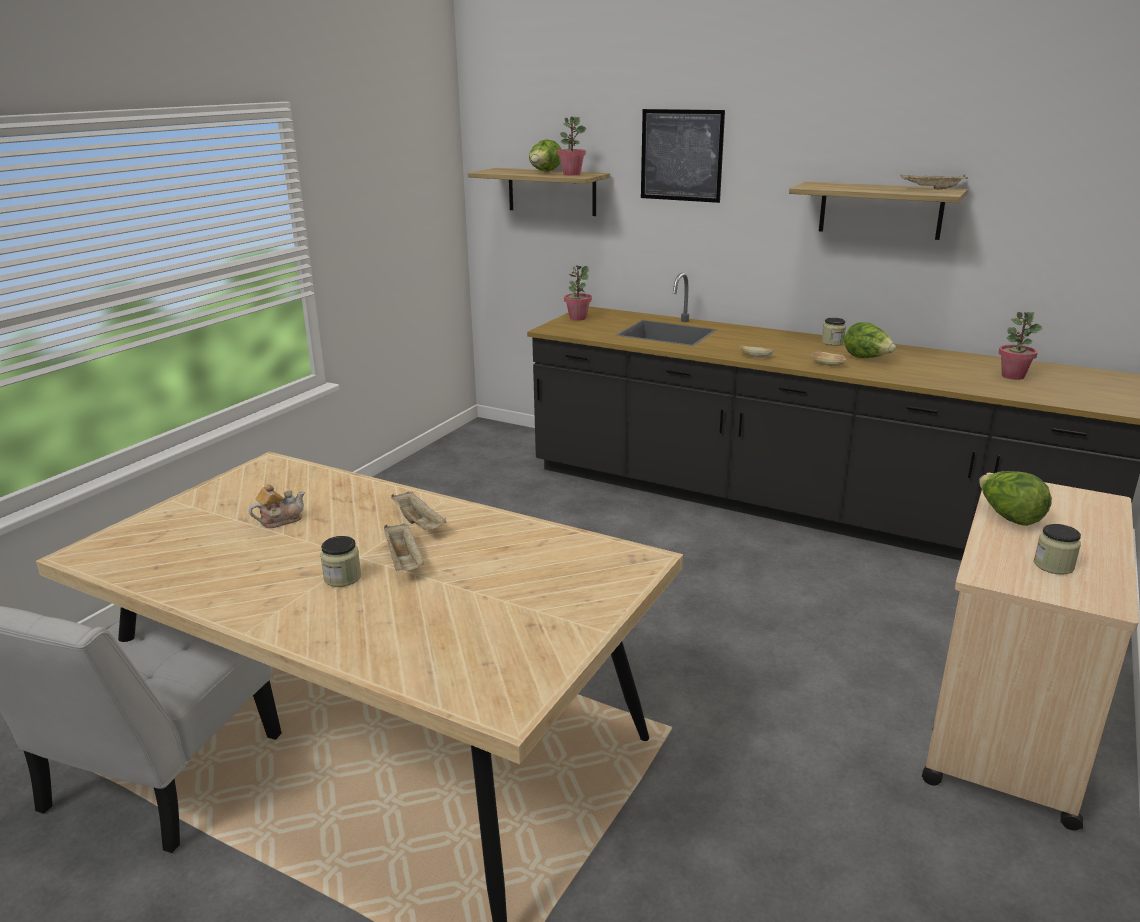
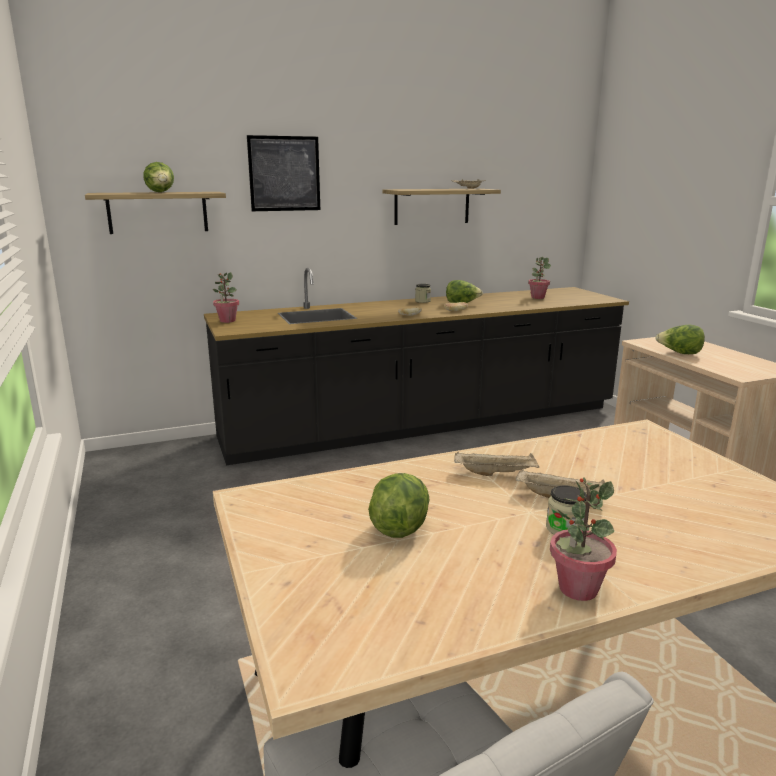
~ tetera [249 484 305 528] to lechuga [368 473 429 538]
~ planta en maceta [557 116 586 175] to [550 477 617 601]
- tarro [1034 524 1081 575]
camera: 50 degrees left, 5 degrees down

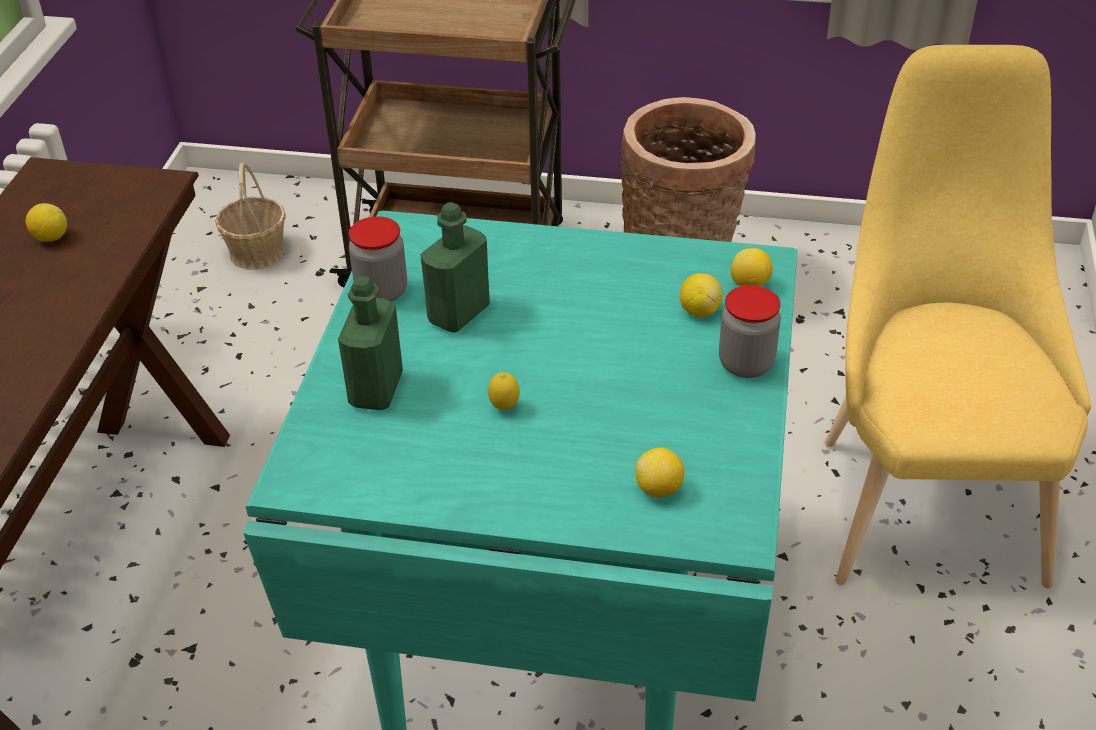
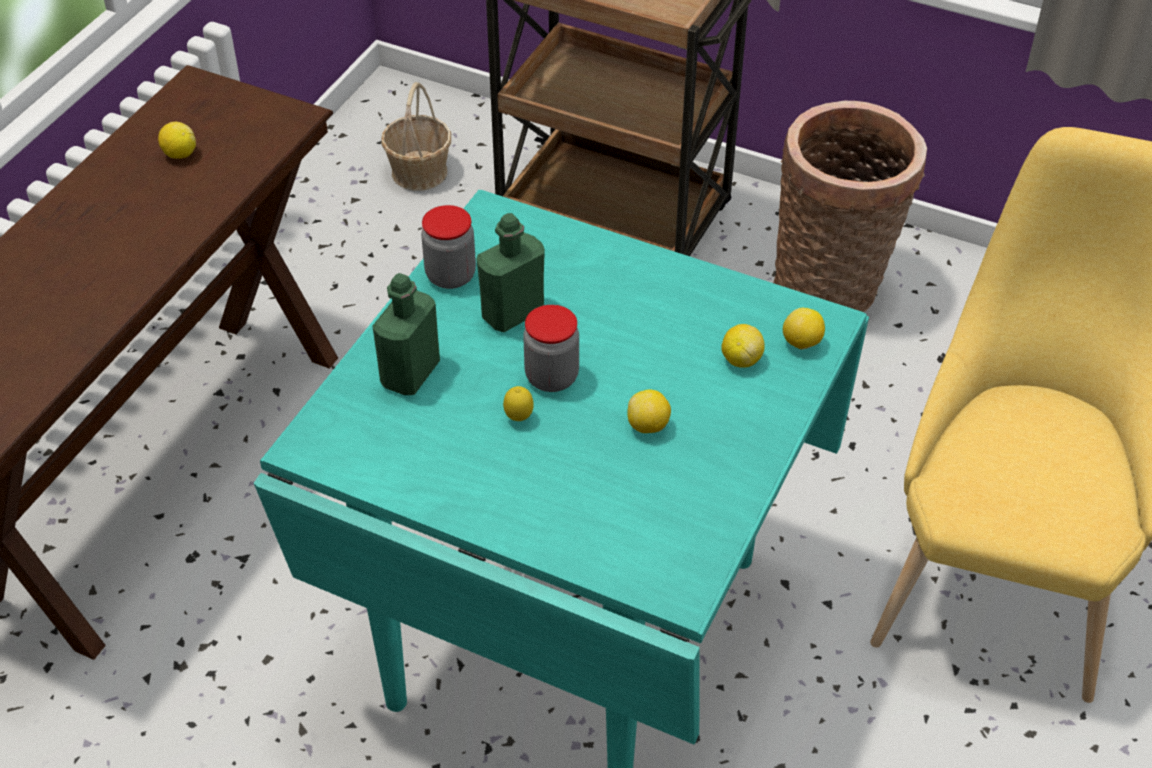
~ limón [635 448 685 497] to [627 389 671 433]
~ tarro [719 285 781 378] to [523 305 579 392]
camera: 15 degrees right, 5 degrees up

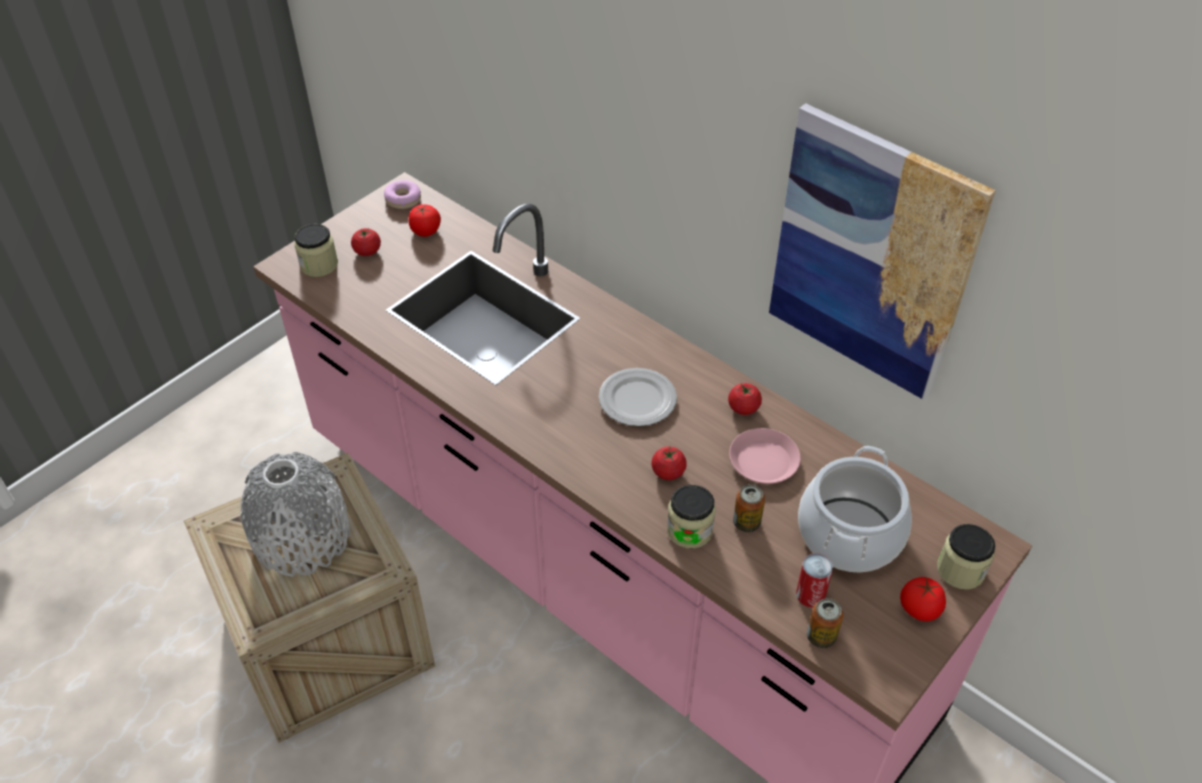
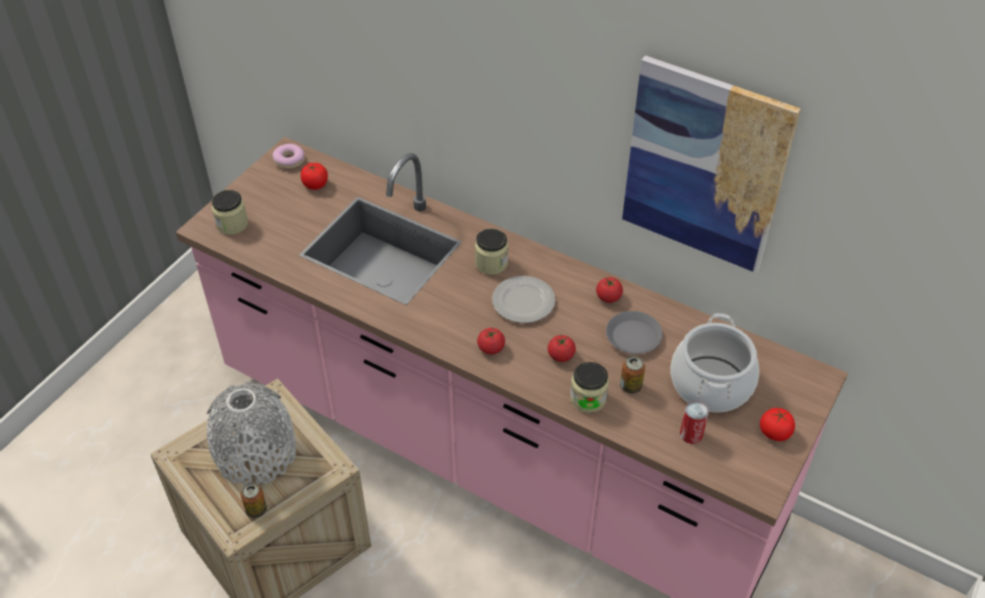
~ tomate [351 228 381 256] to [477 327 505 355]
~ plato/rosa [729 428 801 484] to plato/gris [606 311 663 354]
~ lata [807 598 844 648] to [241 483 267 518]
~ tarro [937 524 995 589] to [475 229 508 275]
camera: 10 degrees left, 0 degrees up

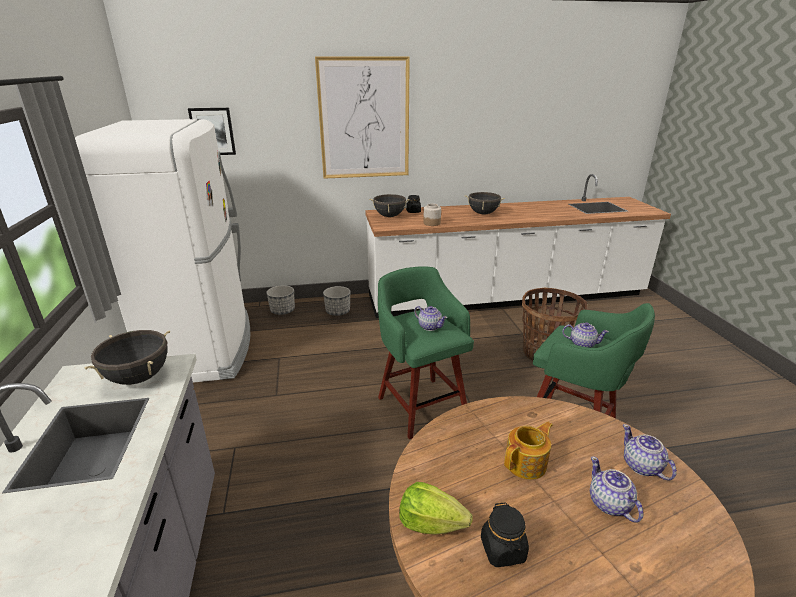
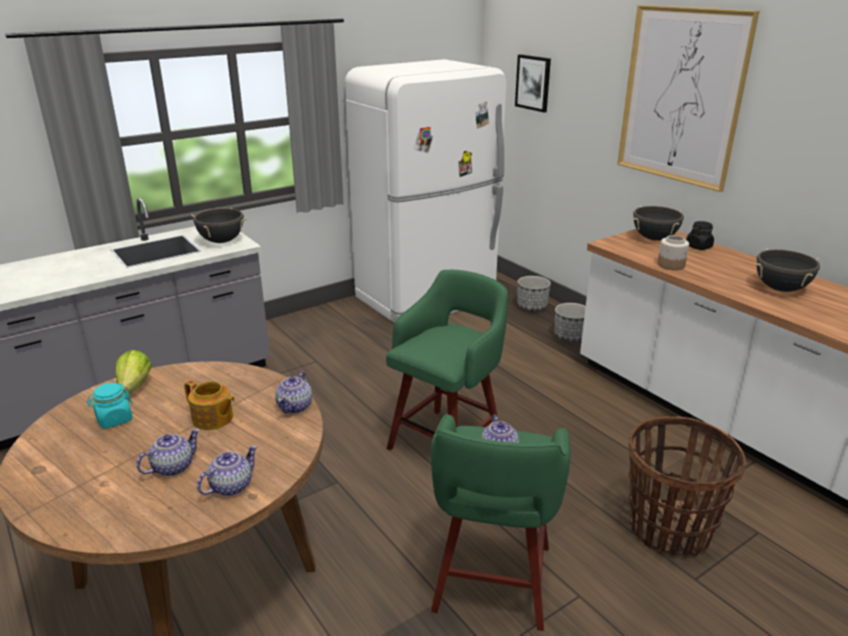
~ tetera [414 306 448 331] to [275 371 312 414]
~ tarro/negro [481 502 529 567] to tarro/turquesa [87 383 133 429]
camera: 65 degrees right, 0 degrees up

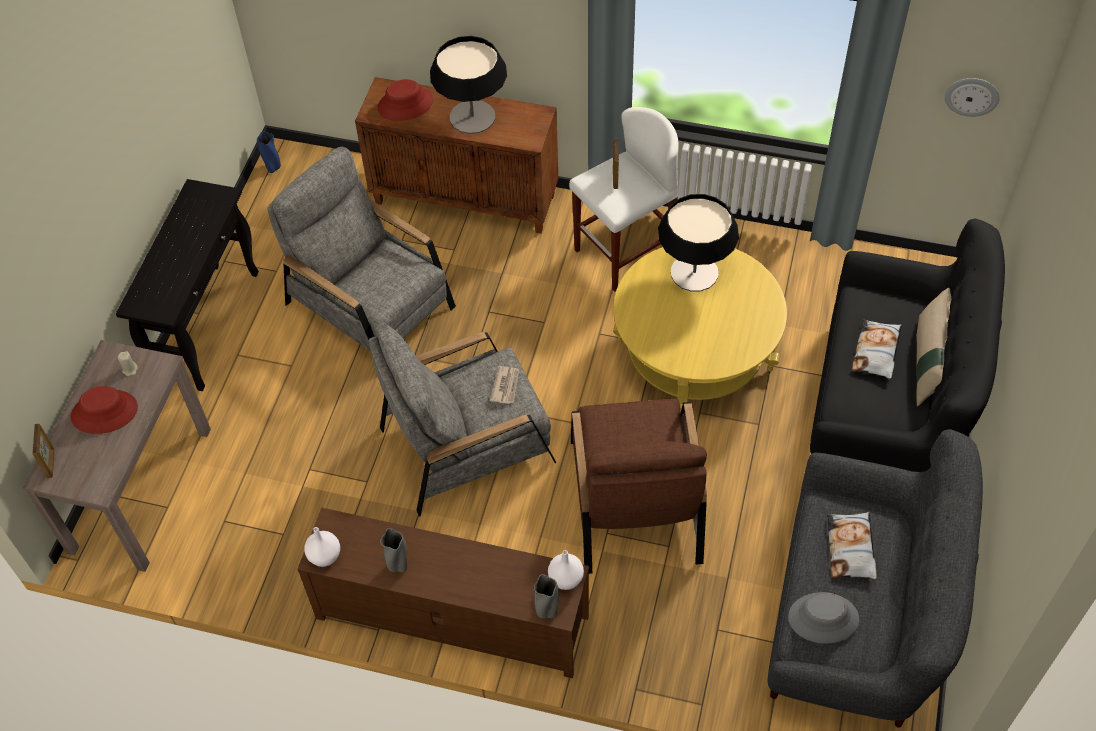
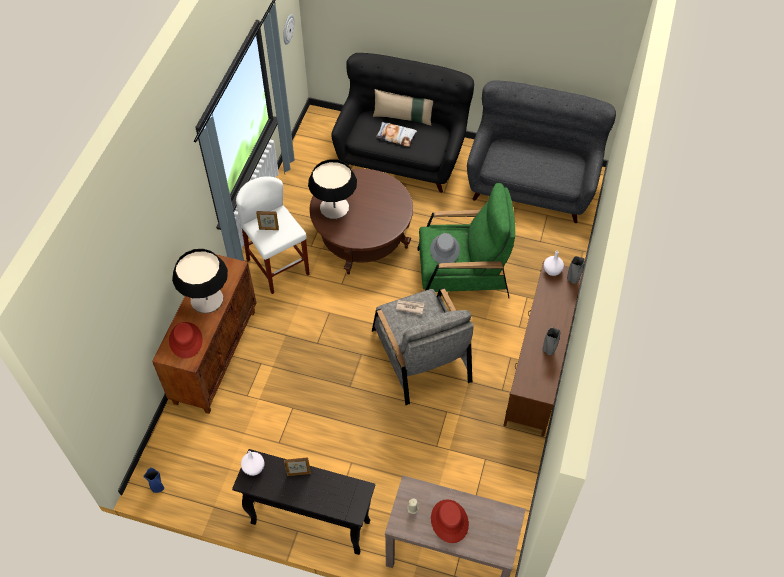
~ portarretratos [33 424 54 478] to [284 458 311 476]
- sillón/gris [267 147 456 351]
~ florero/blanco [304 527 340 567] to [241 451 264 476]
~ sillón/marrón [571 399 707 574] to sillón/verde [417 183 515 298]
~ mesa de centro/amarillo [613 247 787 413] to mesa de centro/marrón [310 169 413 275]
~ sombrero/gris [788 592 859 644] to [430 233 460 264]
- cojín [827 512 877 579]
camera: 90 degrees left, 0 degrees up

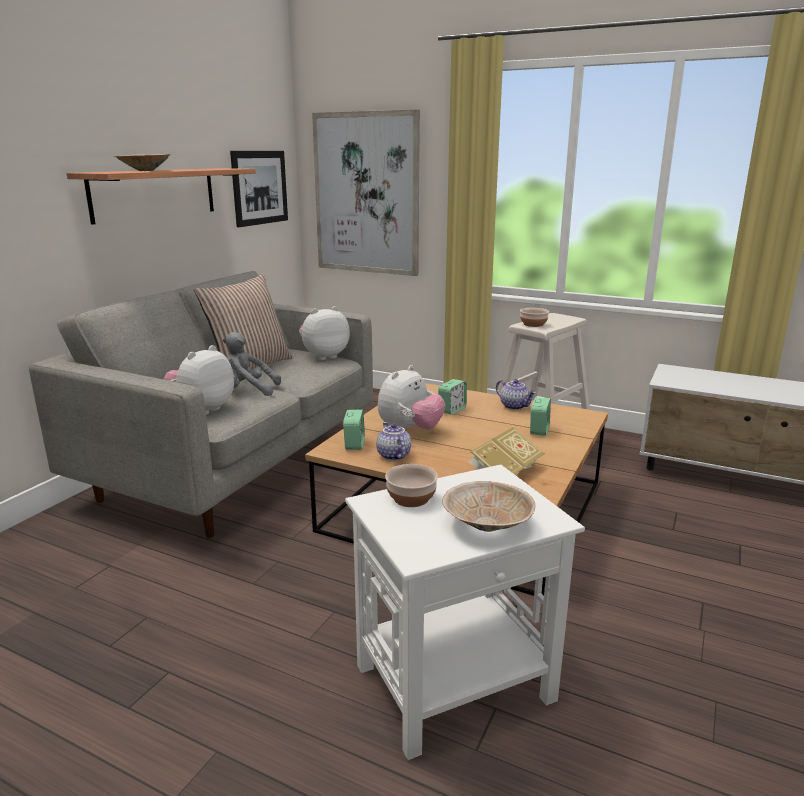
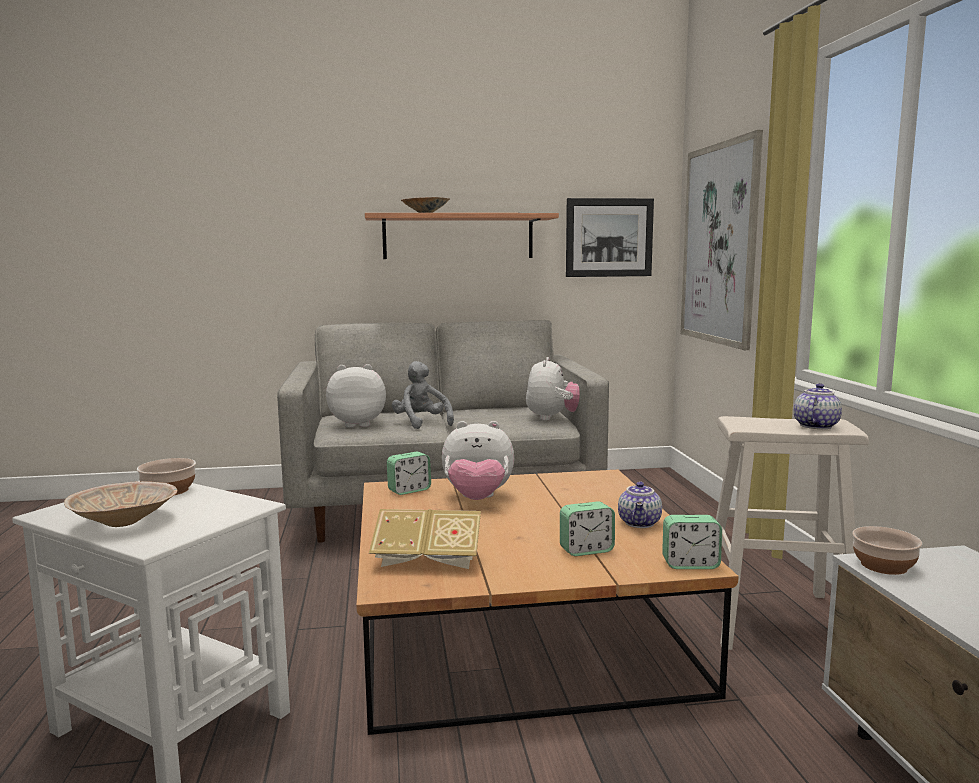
- cojín [194 273 293 370]
~ peluche [299 306 350 360] = [526 357 580 421] 75 degrees clockwise
~ tetera [376 422 411 461] to [794 383 842 429]
~ despertador [438 379 467 415] to [662 515 722 569]
~ cuenco [520 308 549 327] to [852 526 922 575]
camera: 55 degrees right, 10 degrees down

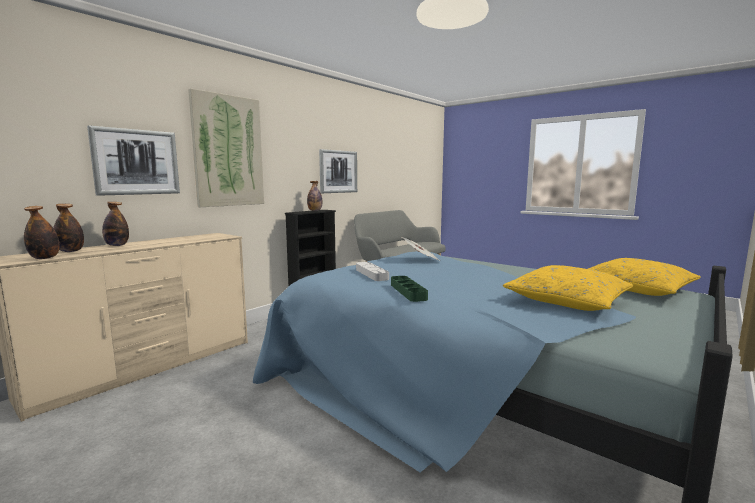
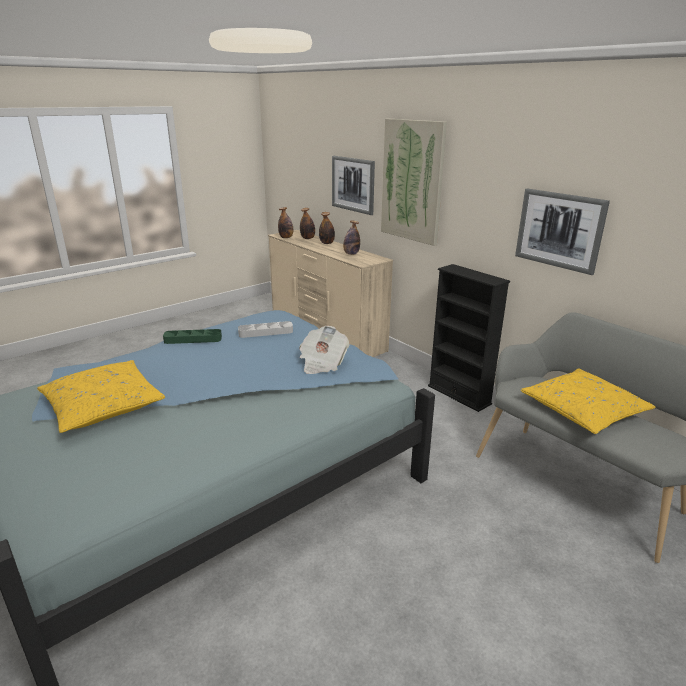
~ botella [307 181 323 211] to [343 221 360 255]
~ cojín/amarillo [588 258 701 296] to [520 369 655 434]
camera: 100 degrees right, 15 degrees up

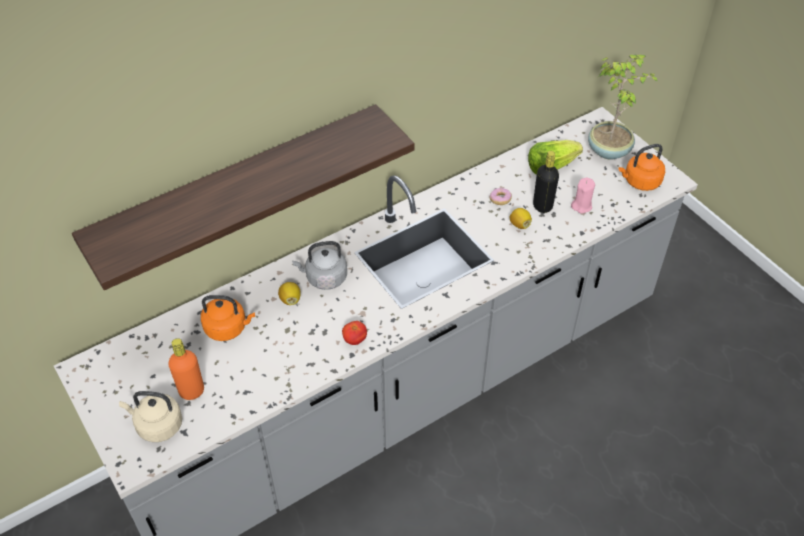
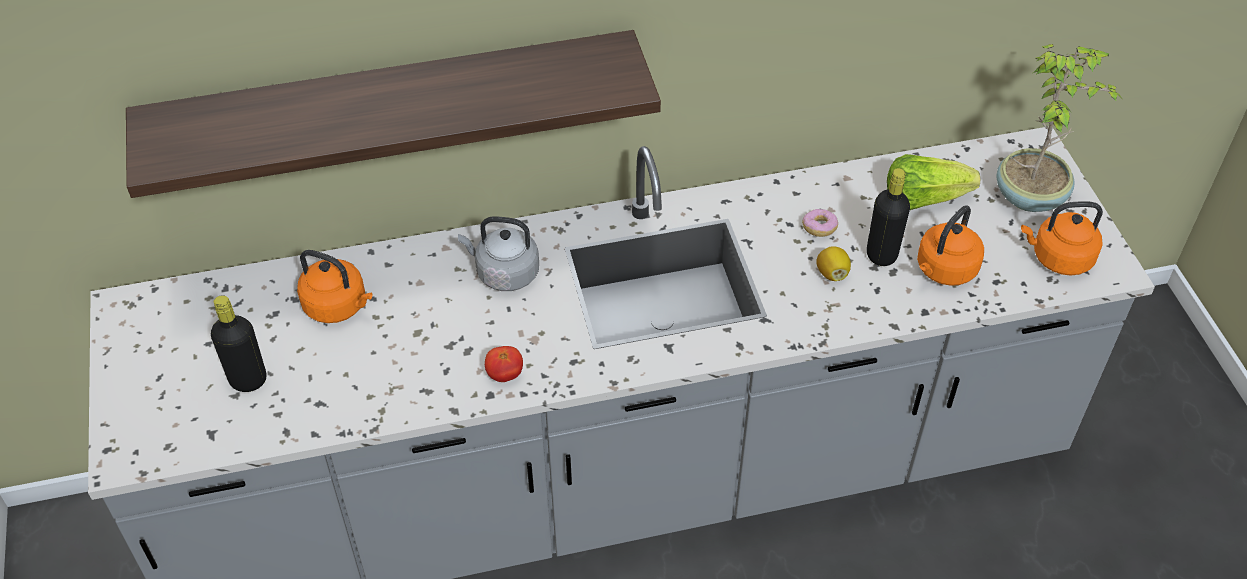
- hervidor/beis [119 391 182 442]
~ botella/naranja [168 338 204 400] to botella/negro [211 295 267 392]
- limón [278 282 301 305]
~ vela/rosa [571 177 595 213] to hervidor/naranja [917 205 984 286]
camera: 20 degrees right, 0 degrees up

